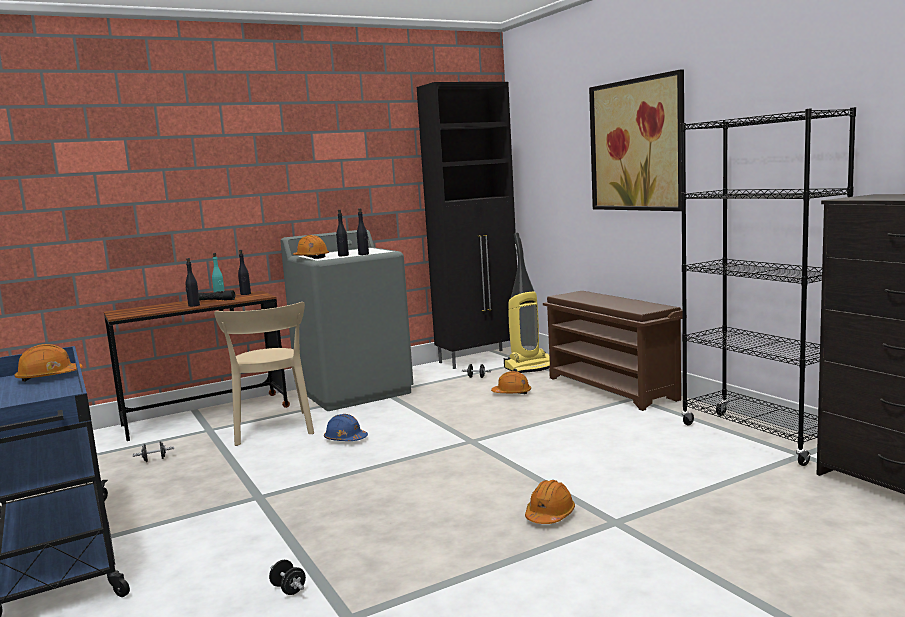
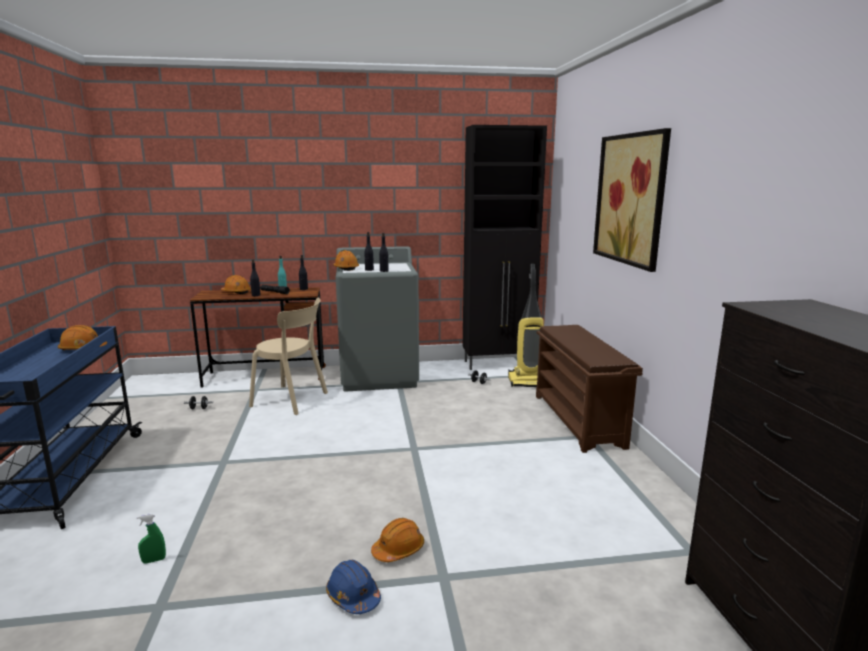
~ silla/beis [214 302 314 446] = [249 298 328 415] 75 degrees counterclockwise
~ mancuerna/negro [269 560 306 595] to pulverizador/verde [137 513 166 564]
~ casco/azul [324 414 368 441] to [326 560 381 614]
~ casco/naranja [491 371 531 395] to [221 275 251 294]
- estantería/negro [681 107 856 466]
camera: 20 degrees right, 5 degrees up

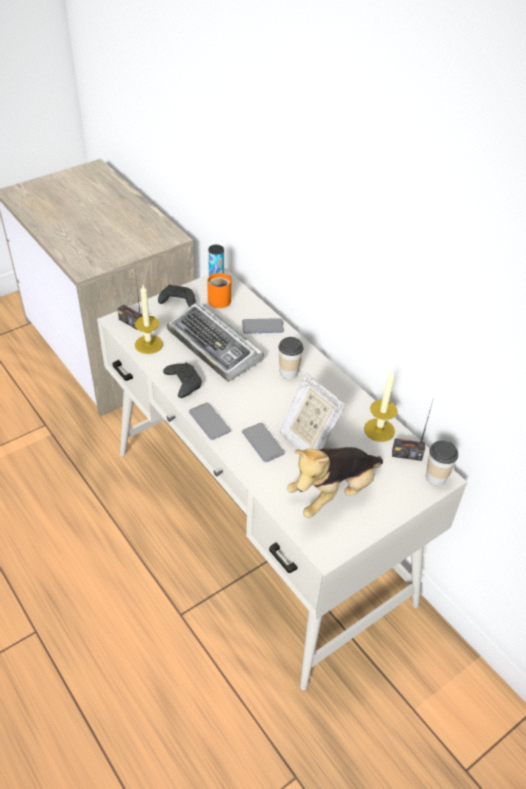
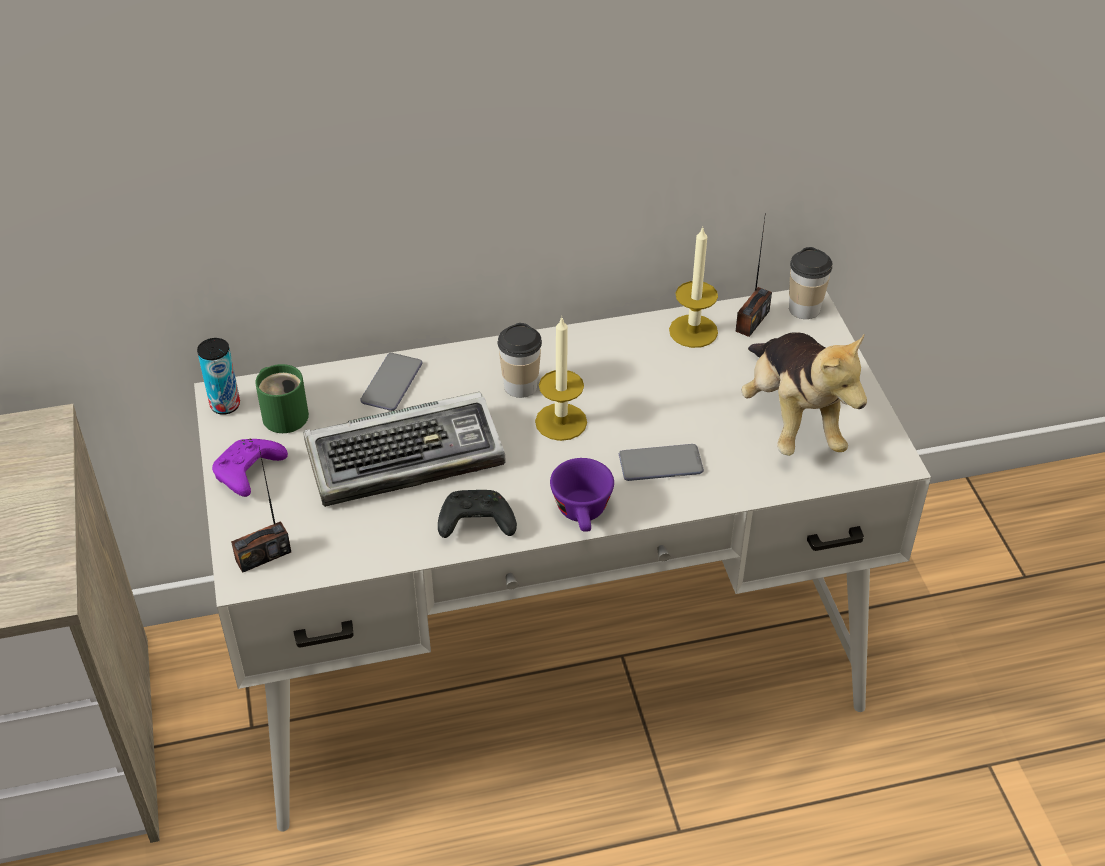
~ vela [135 285 163 354] to [535 318 587 441]
~ mando de consola/negro [158 285 196 307] to mando de consola/morado [212 439 288 497]
~ móvil [189 403 231 440] to taza/morado [550 458 614 532]
~ taza grande/naranja [207 273 232 308] to taza grande/verde [255 364 309 433]
- portarretratos [280 373 346 450]
camera: 65 degrees left, 0 degrees up

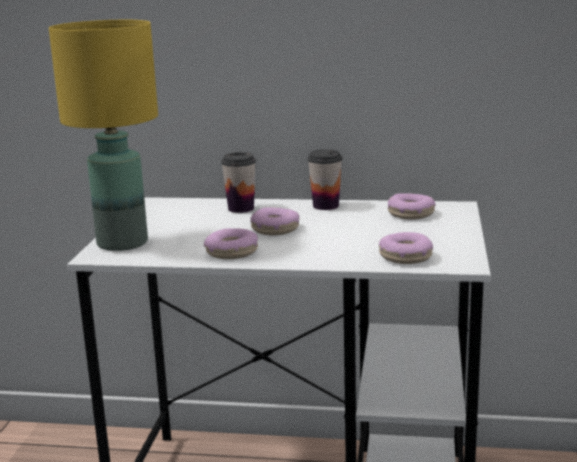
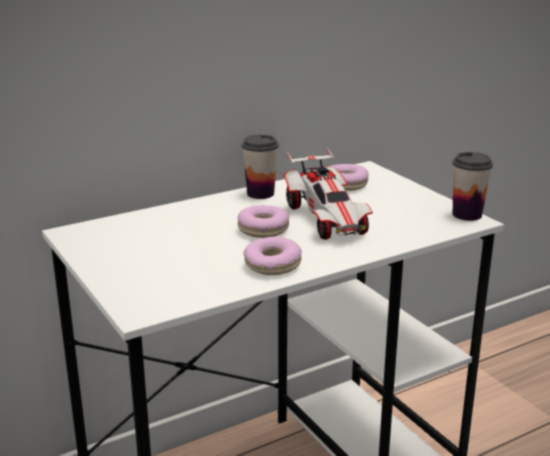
- lámpara de mesa/amarillo [49 20 158 251]
~ taza [221 152 256 213] to [453 152 493 221]
- rosquilla [379 232 433 264]
+ coche de juguete [283 148 373 240]
camera: 40 degrees left, 5 degrees up

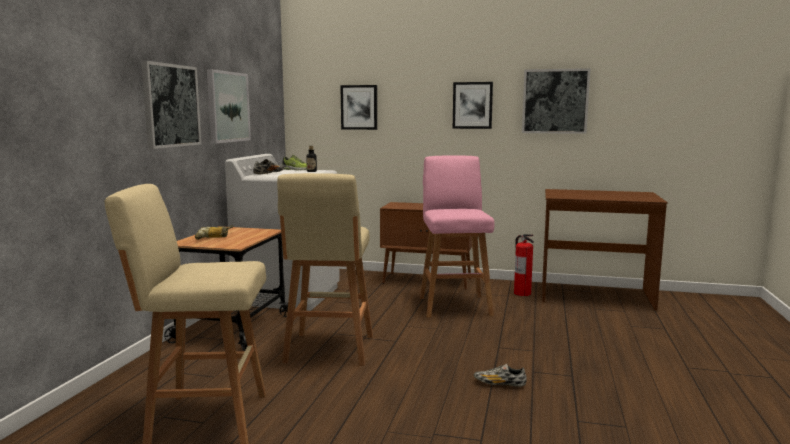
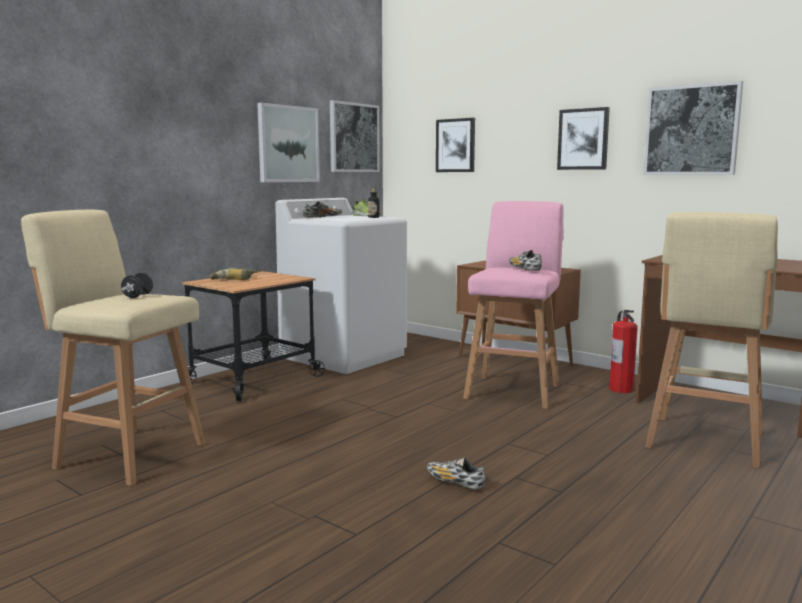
~ cuadro [141 61 201 149] to [330 100 380 172]
~ taburete/beis [277 173 373 366] to [645 212 778 469]
+ mancuerna/negro [121 273 153 298]
+ zapato [509 250 542 271]
camera: 25 degrees right, 0 degrees up

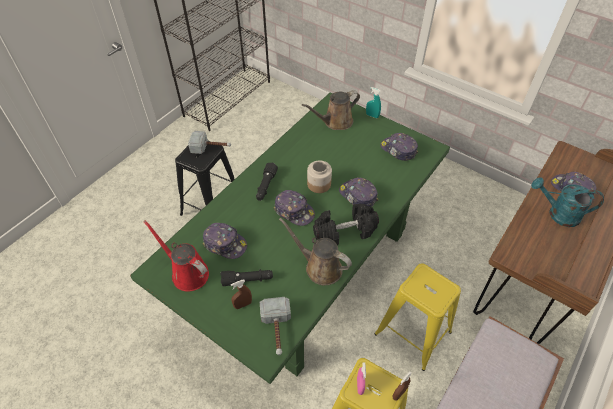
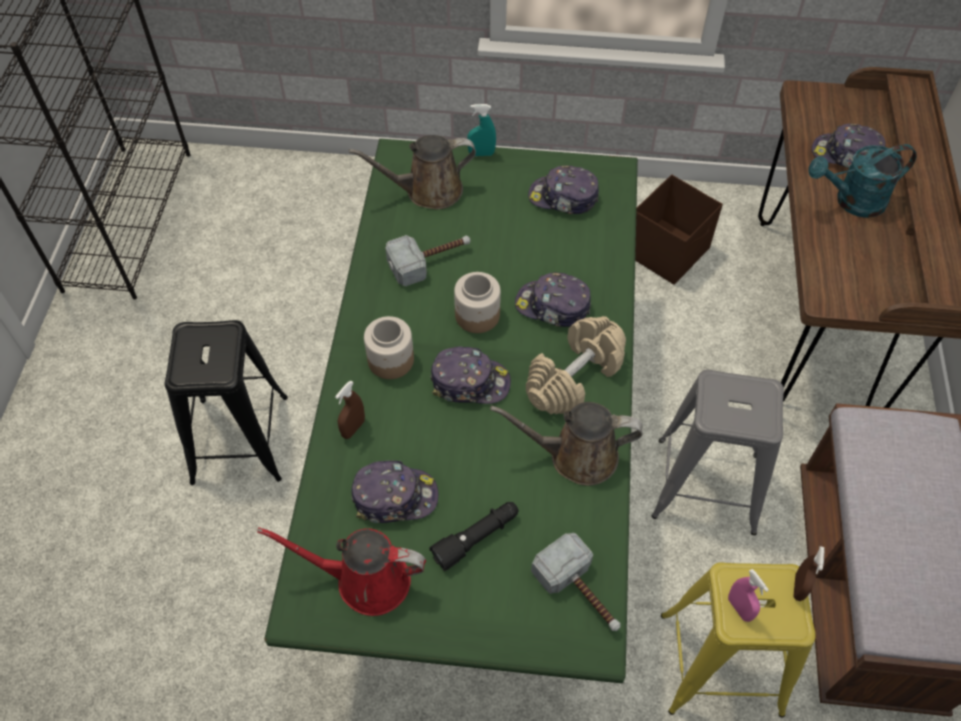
~ martillo [188 131 231 154] to [385 235 471 286]
~ pulverizador/marrón [230 280 252 309] to [335 380 365 439]
~ linterna/negro [256 163 278 201] to tarro [364 316 414 379]
~ regadera/marrón [302 91 360 130] = [349 135 476 209] 45 degrees clockwise
~ mancuerna/negro [313 203 379 245] to mancuerna/beis [526 316 626 414]
~ taburete/amarillo [374 263 461 371] to taburete/gris [652 370 784 535]
+ caja de almacenaje/marrón [635 175 723 285]
camera: 30 degrees left, 5 degrees up

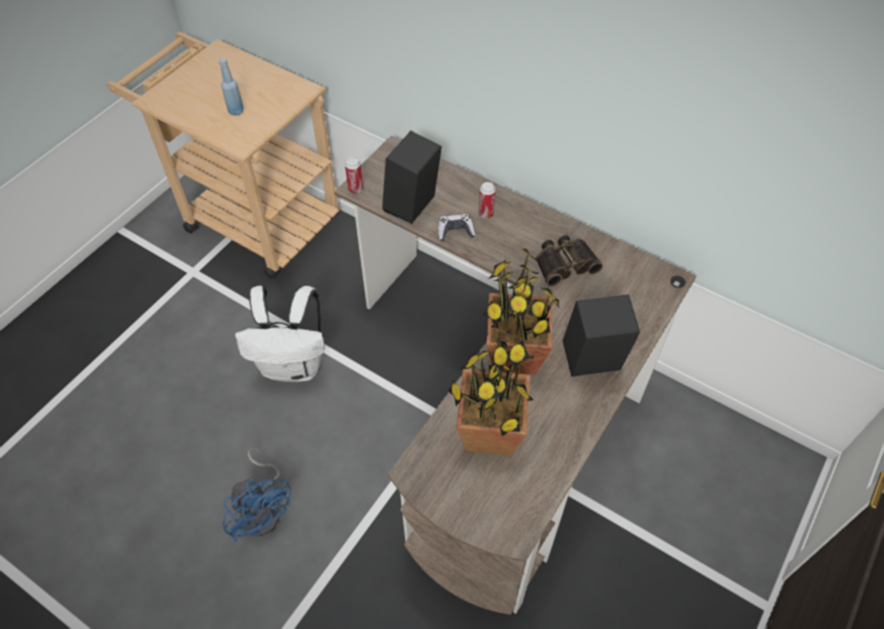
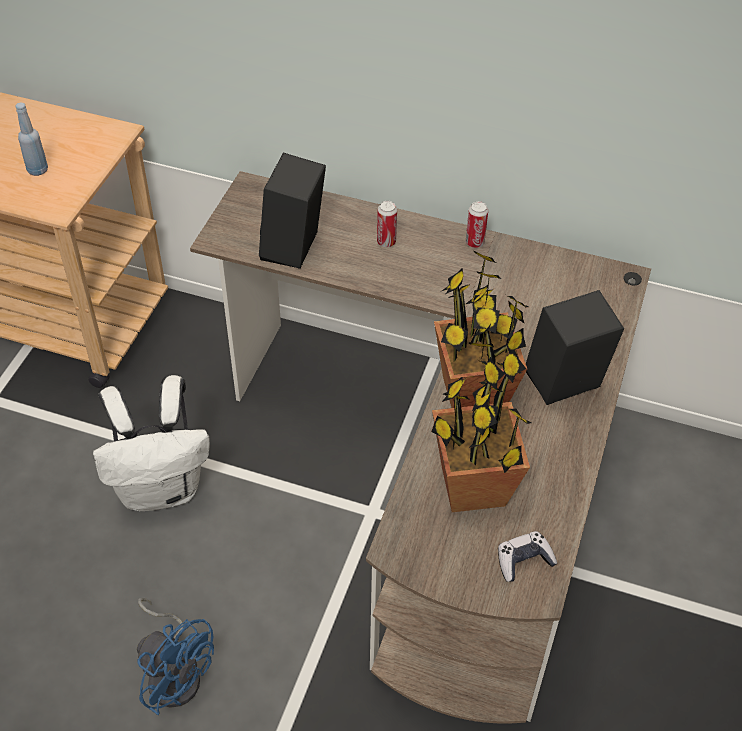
~ lata [345 157 363 193] to [466 201 488 248]
~ mando de consola [438 214 475 241] to [498 531 557 582]
- prismáticos [536 235 603 286]
camera: 15 degrees left, 5 degrees down

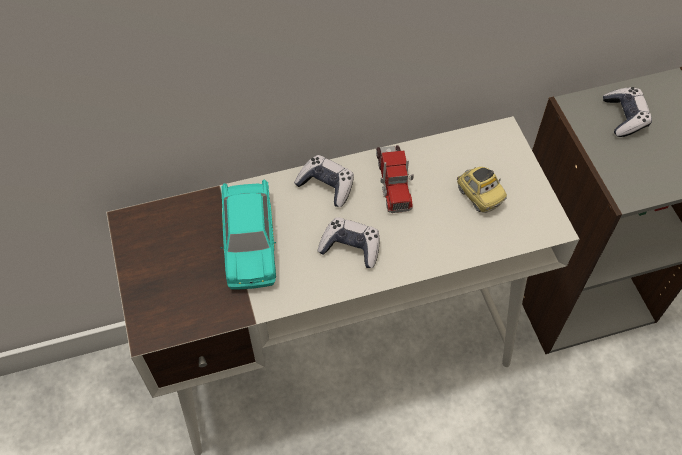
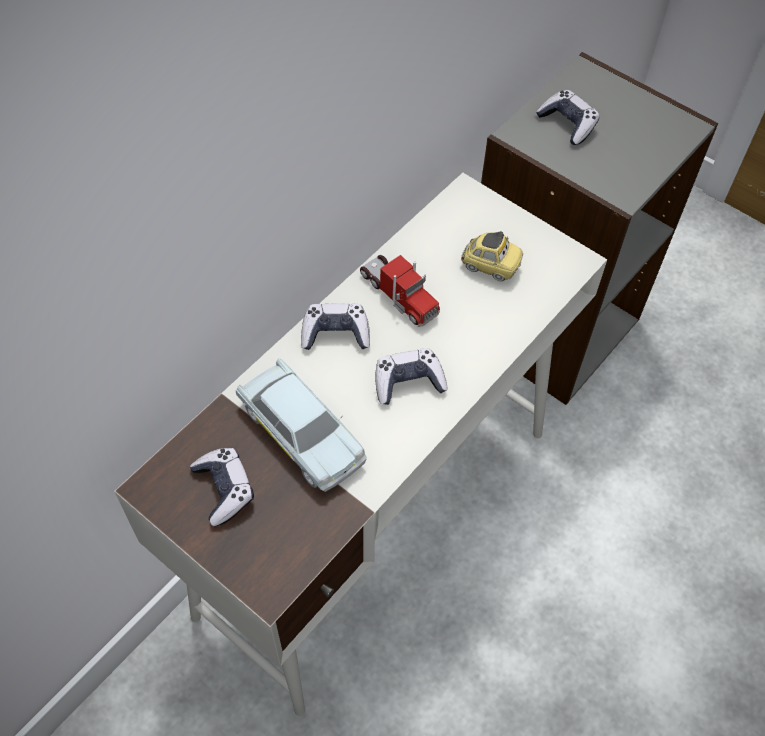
~ coche de juguete/turquesa [221 180 276 289] to coche de juguete/blanco [236 359 367 492]
+ mando de consola [190 448 254 526]
camera: 35 degrees left, 0 degrees up

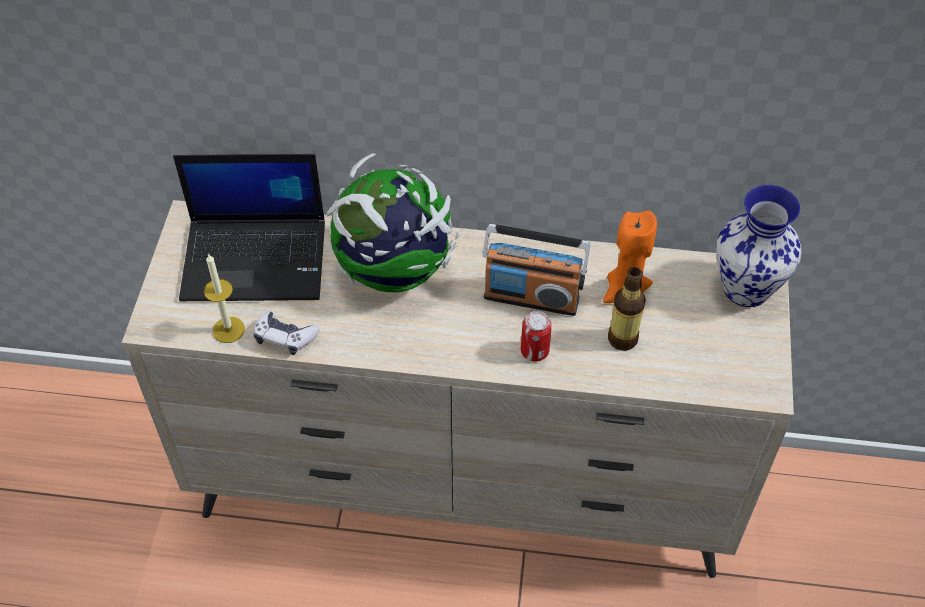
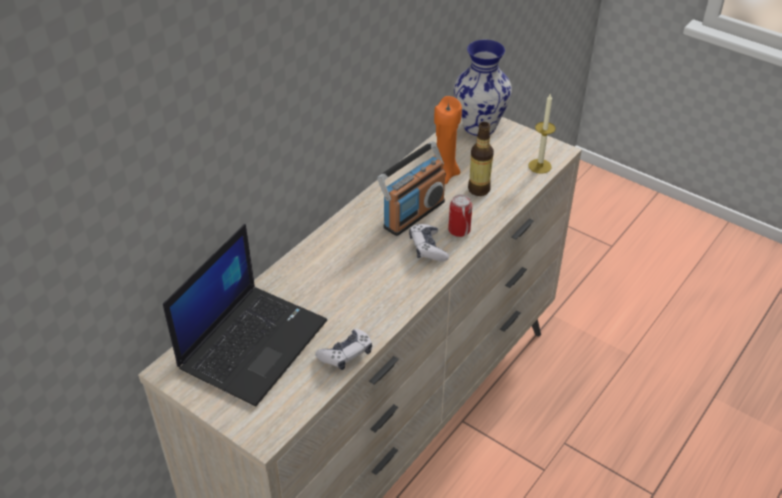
~ vela [204 253 245 343] to [528 94 556 174]
- globo terráqueo [326 154 460 292]
+ mando de consola [409 224 449 261]
camera: 60 degrees left, 10 degrees down

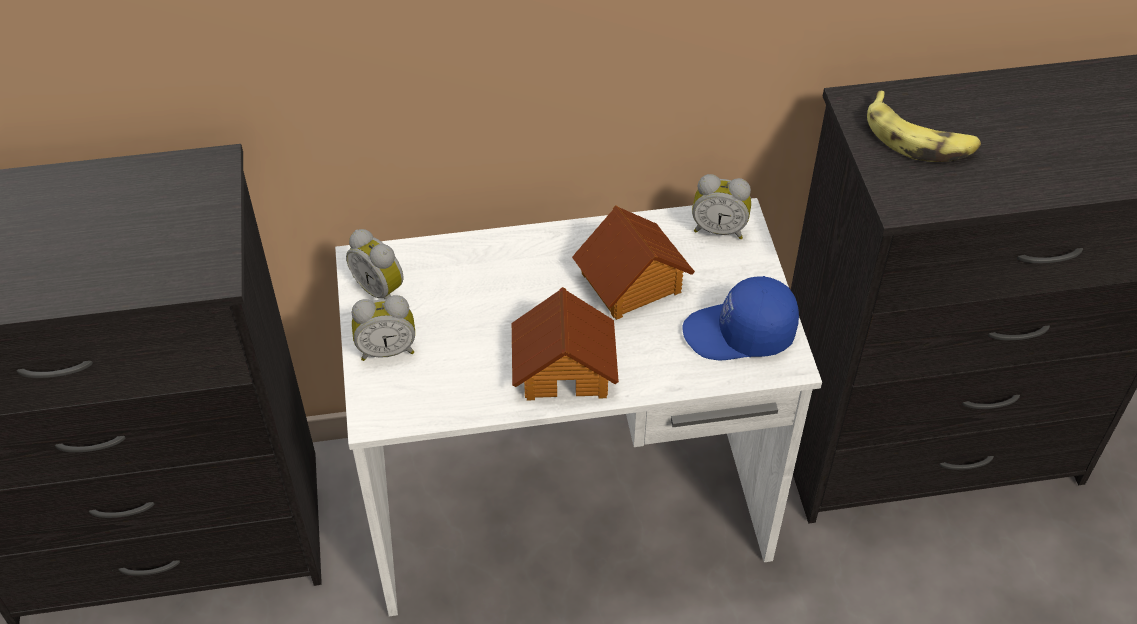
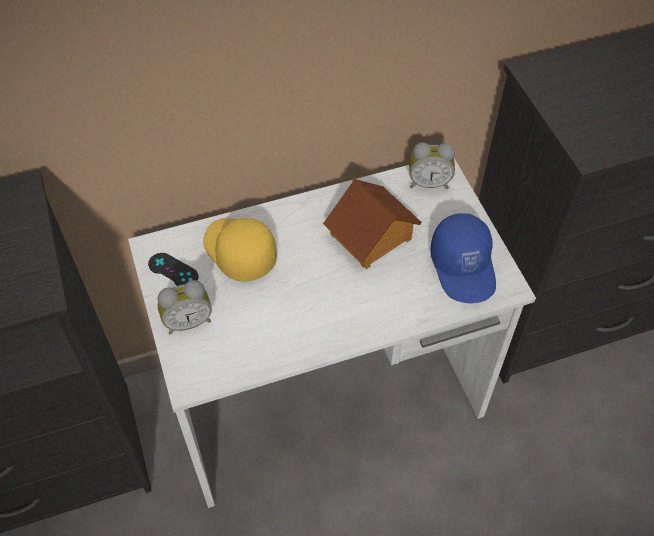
~ despertador [346 229 404 299] to mando de consola/negro [148 253 199 286]
- casita [512 287 619 400]
~ gorra/azul [683 276 799 360] = [430 213 496 303] 90 degrees counterclockwise
- plátano [867 91 981 162]
+ gorra/amarillo [203 217 277 282]
camera: 10 degrees left, 5 degrees up

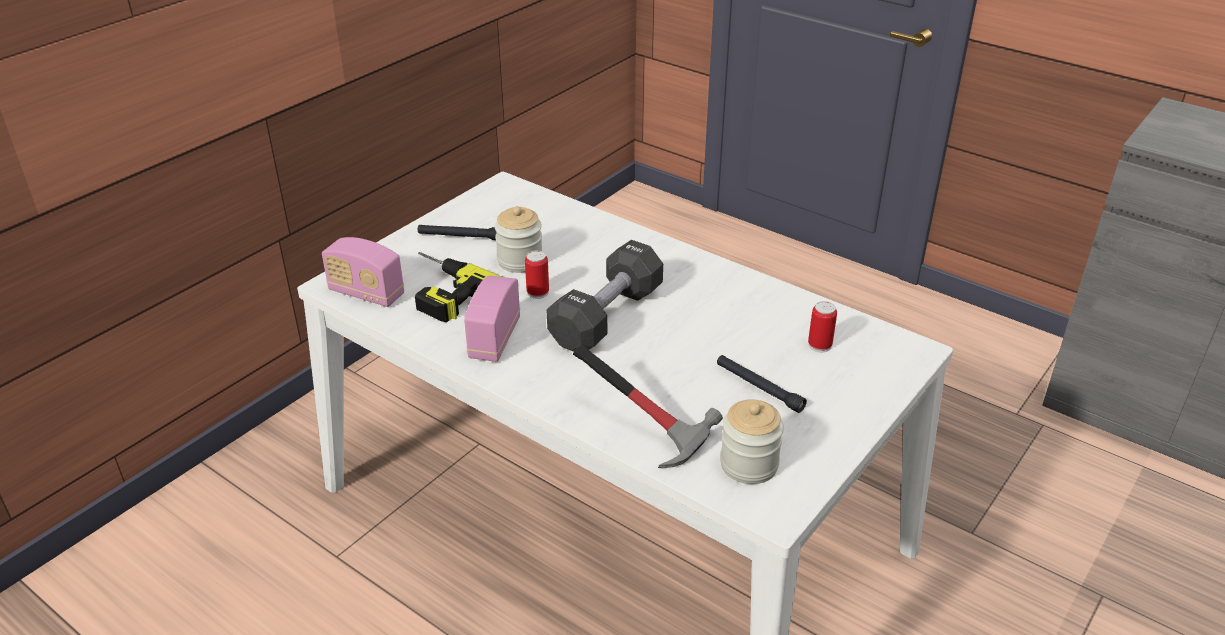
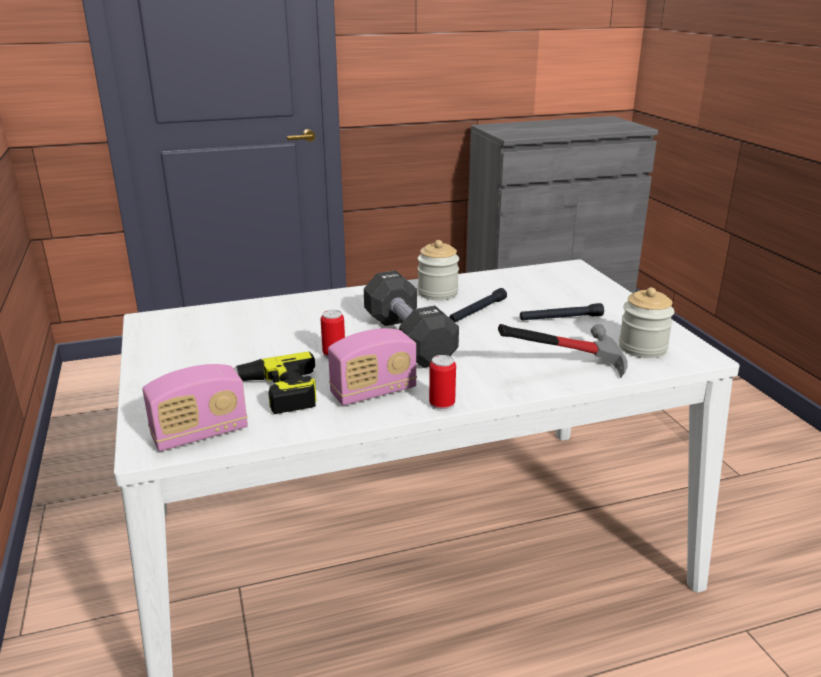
~ linterna/negro [418 225 497 240] to [449 288 507 322]
~ radio [464 275 520 362] = [328 328 417 406] 75 degrees counterclockwise
~ tarro [495 206 543 273] to [418 240 459 300]
~ lata [808 301 837 352] to [429 355 456 411]
camera: 55 degrees left, 10 degrees down

